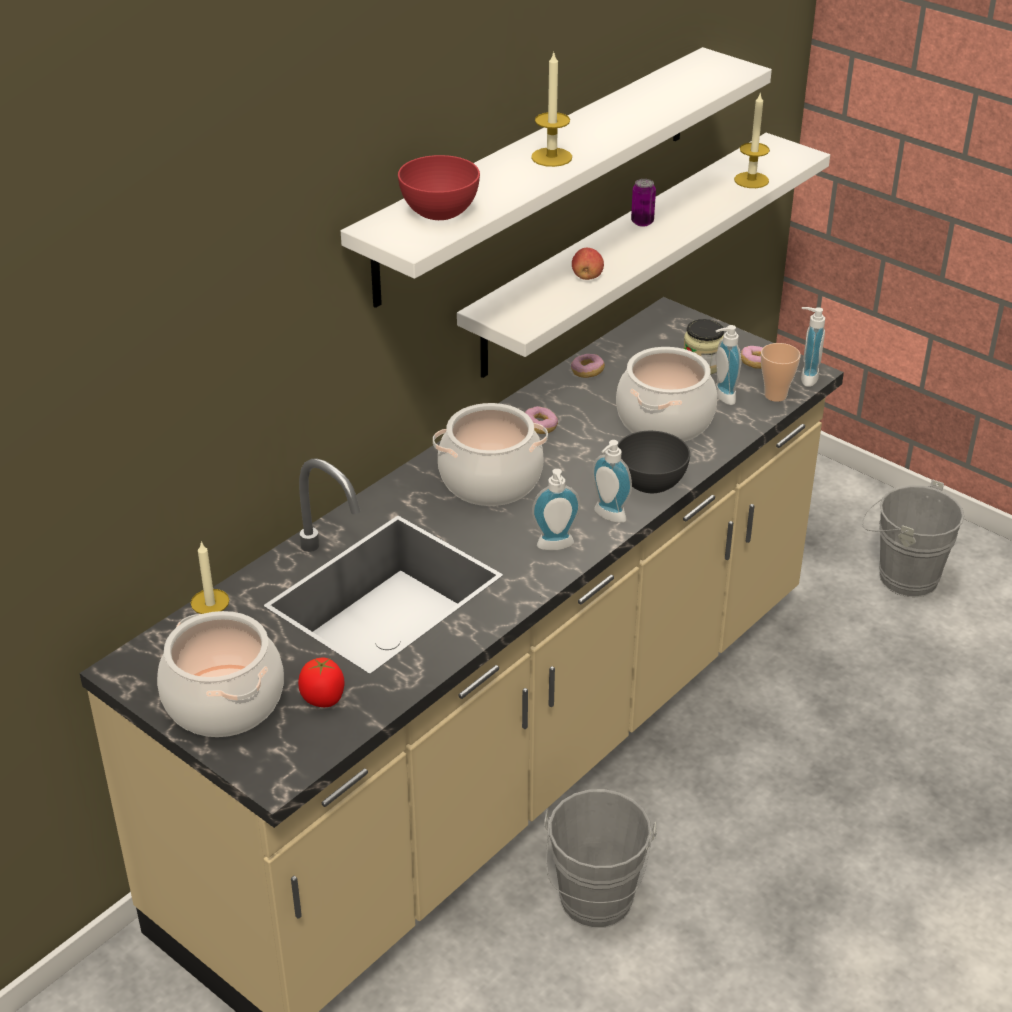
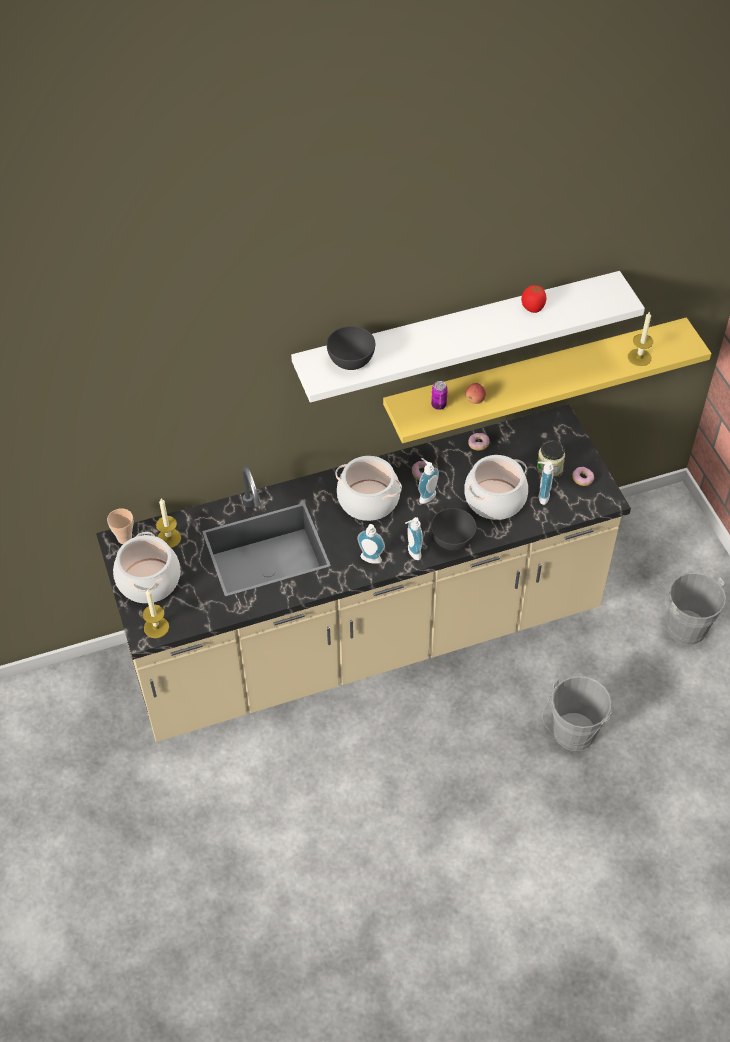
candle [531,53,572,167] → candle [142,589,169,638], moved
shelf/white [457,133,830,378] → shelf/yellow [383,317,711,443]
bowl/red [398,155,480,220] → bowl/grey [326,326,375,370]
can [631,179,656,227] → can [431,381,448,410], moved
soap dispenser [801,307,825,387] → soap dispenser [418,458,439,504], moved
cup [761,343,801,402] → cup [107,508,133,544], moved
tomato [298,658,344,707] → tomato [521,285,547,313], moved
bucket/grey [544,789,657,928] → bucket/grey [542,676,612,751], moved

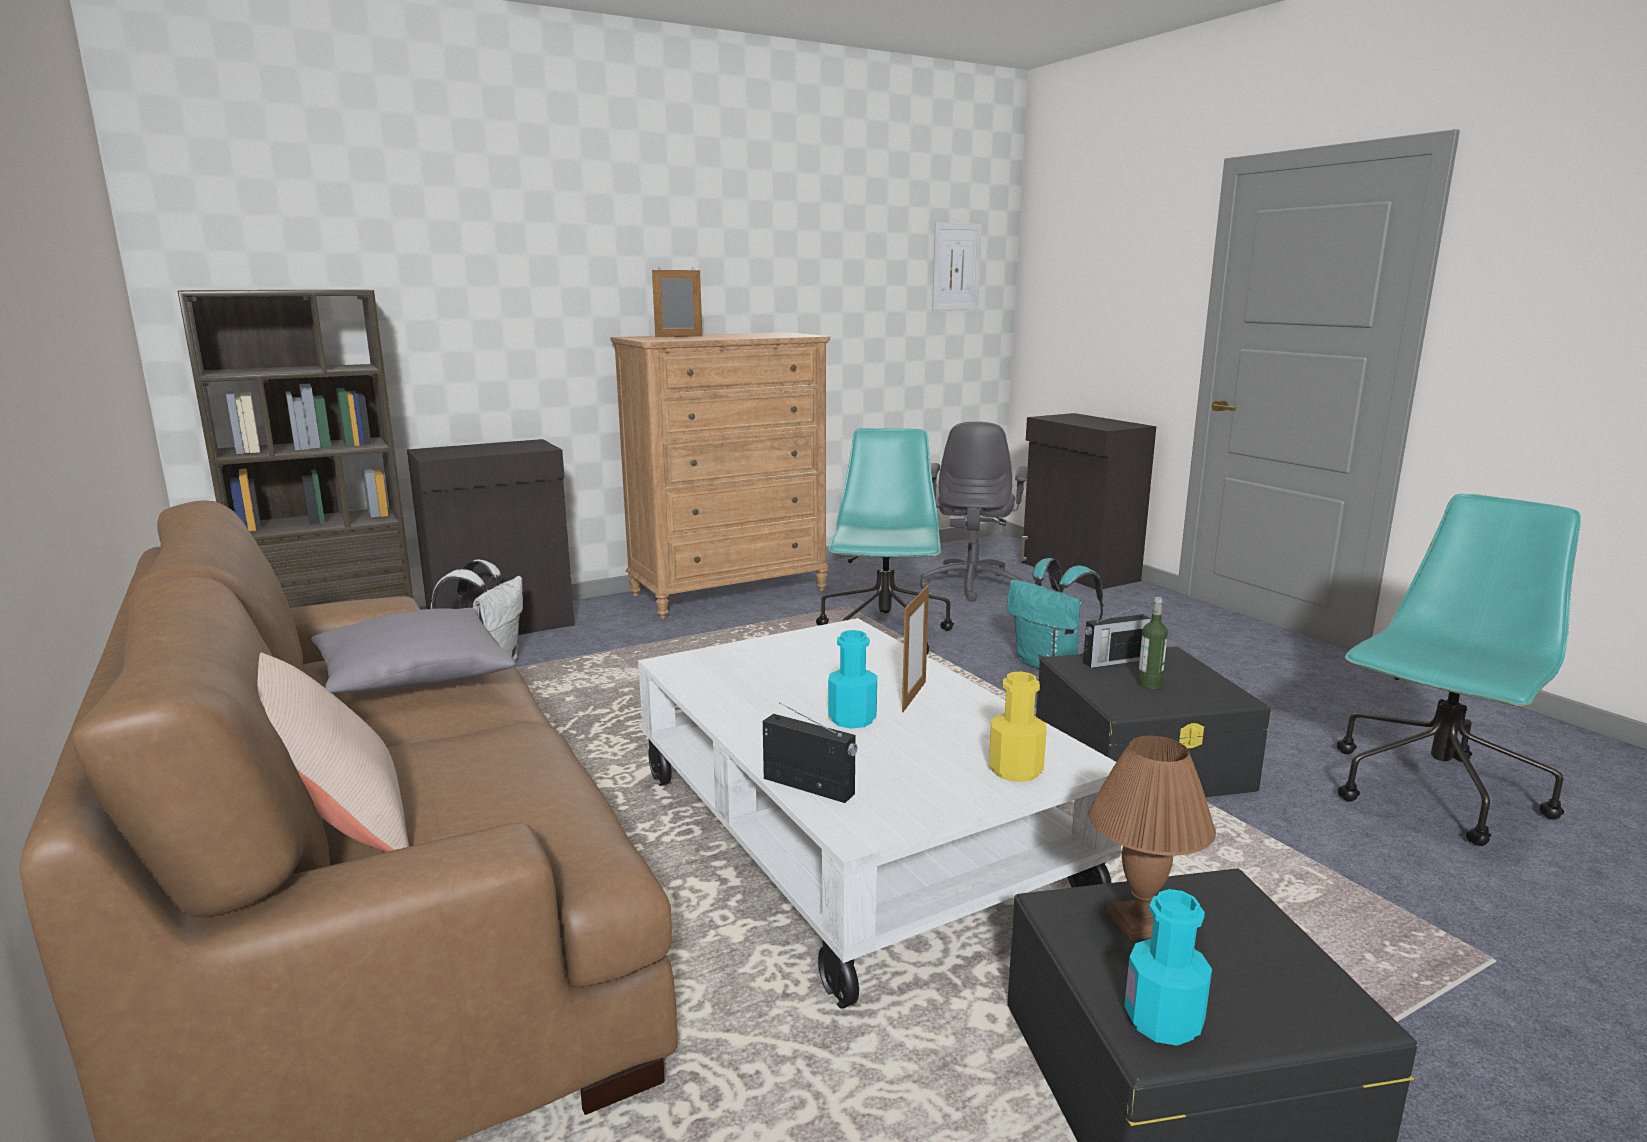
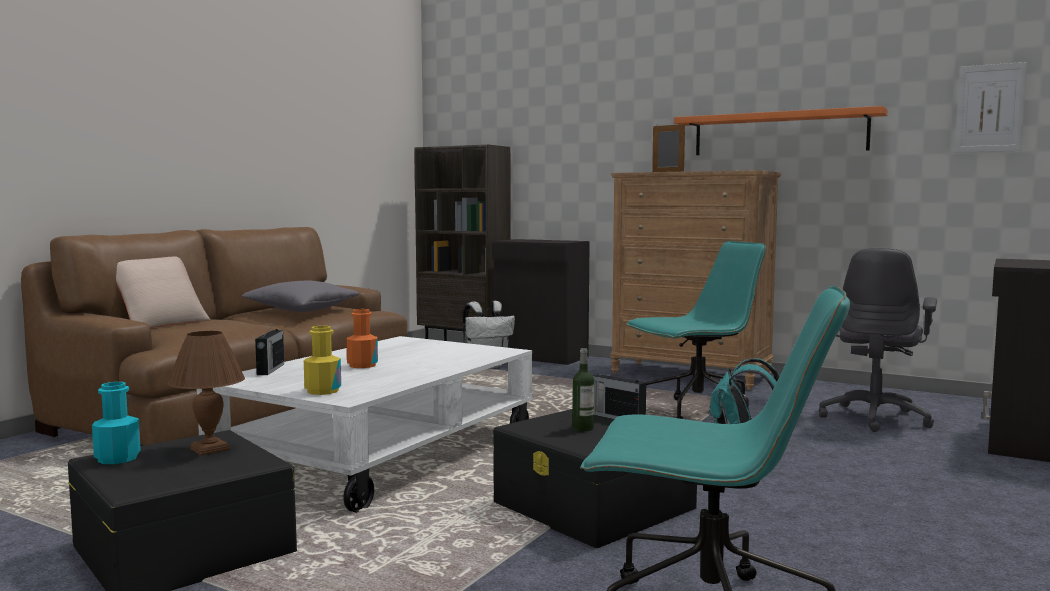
office chair/grey [920,421,1028,602] → office chair/grey [819,248,937,432], 45 degrees counterclockwise
picture frame [902,584,929,712] → -
bottle/turquoise [828,630,877,729] → bottle/orange [346,309,378,368]
- → shelf/orange [674,106,888,155]

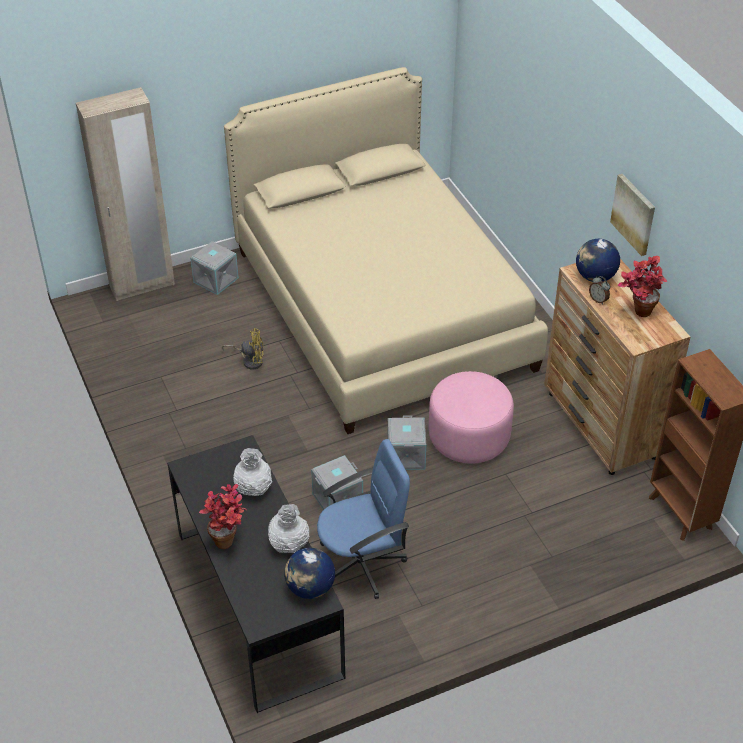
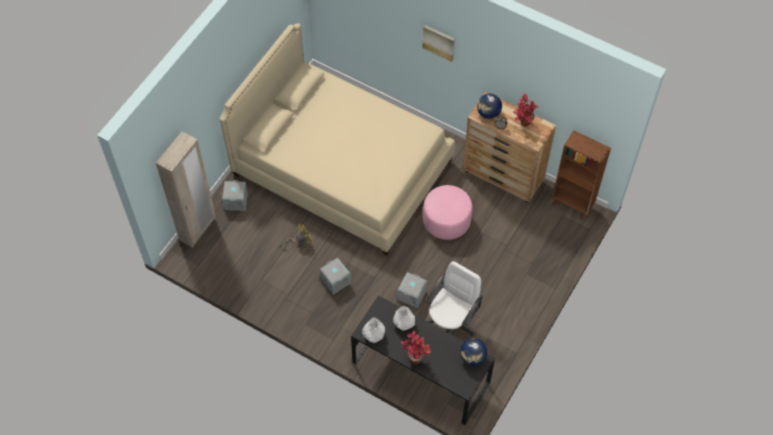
picture [610,174,655,256] → picture [422,25,455,62], moved
storage box/grey [387,415,426,470] → storage box/grey [320,258,351,295], moved
office chair/blue [317,439,410,599] → office chair/white [425,261,483,336]
vase/white [268,504,309,553] → vase/white [362,318,385,343], moved

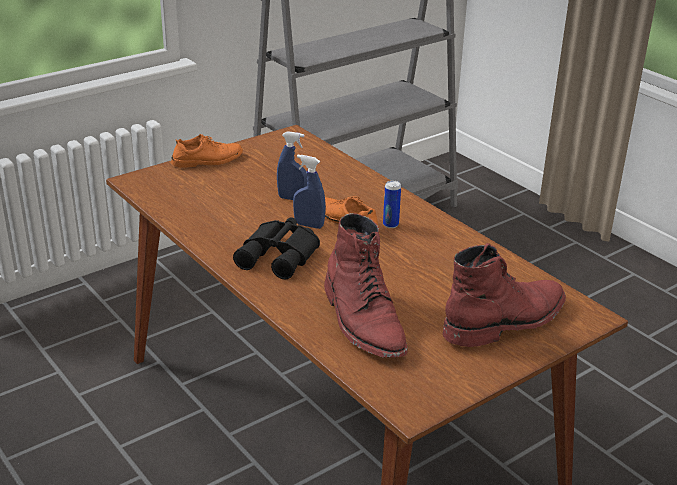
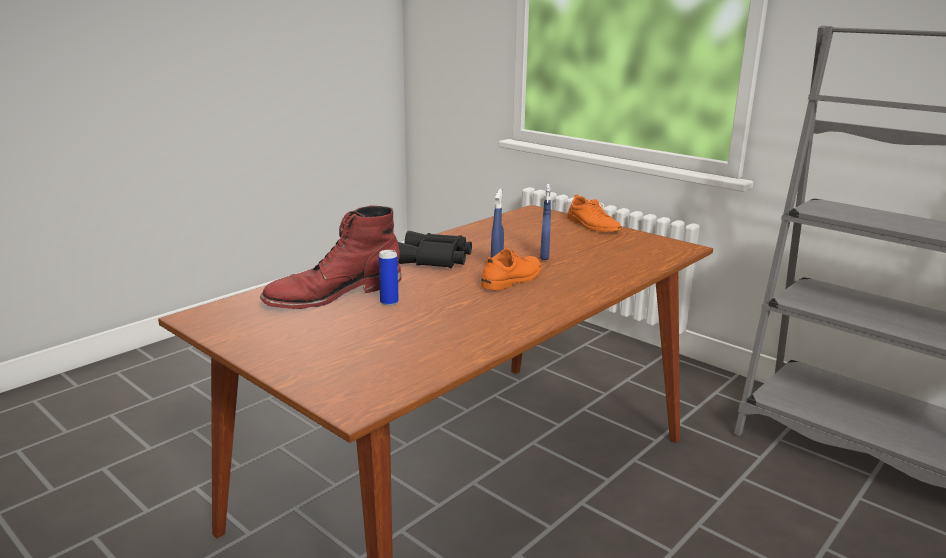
can [383,180,401,228] → can [379,250,399,306], moved
boot/red [442,243,566,347] → -

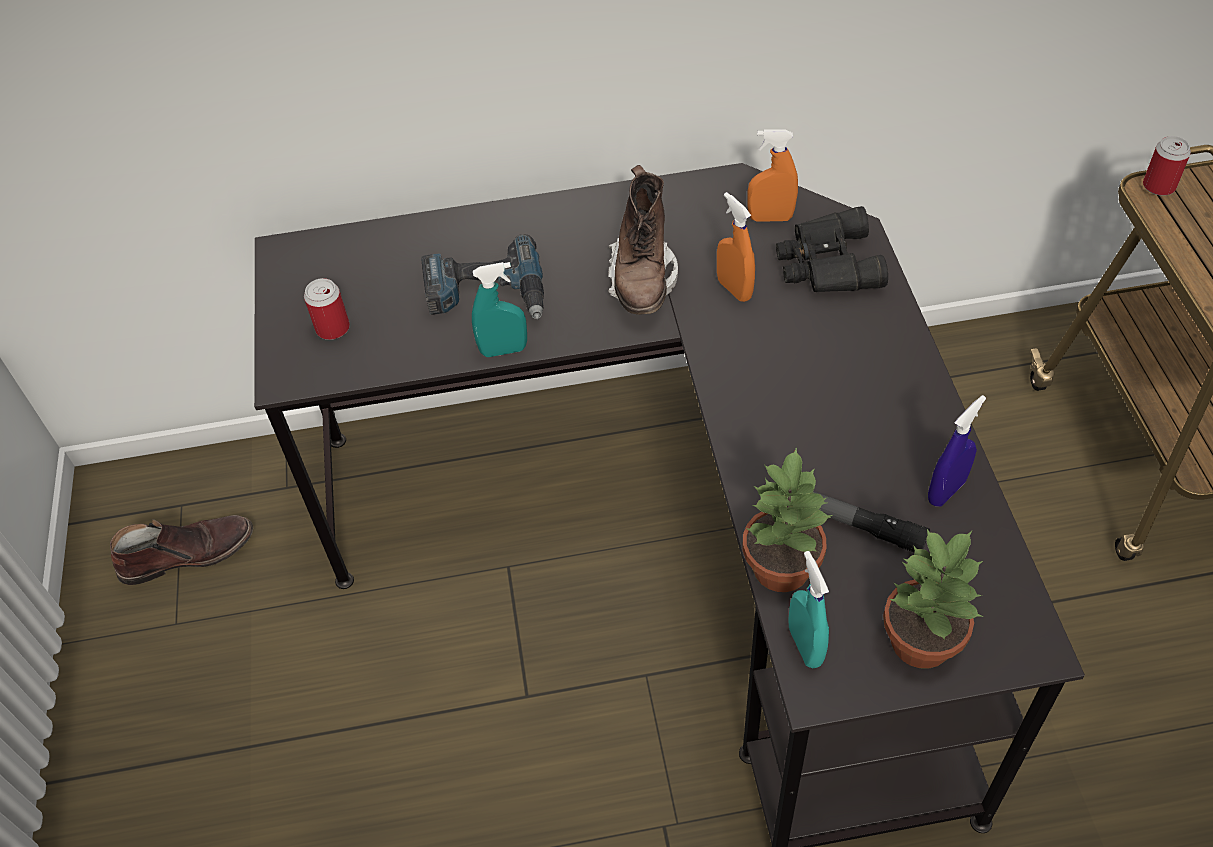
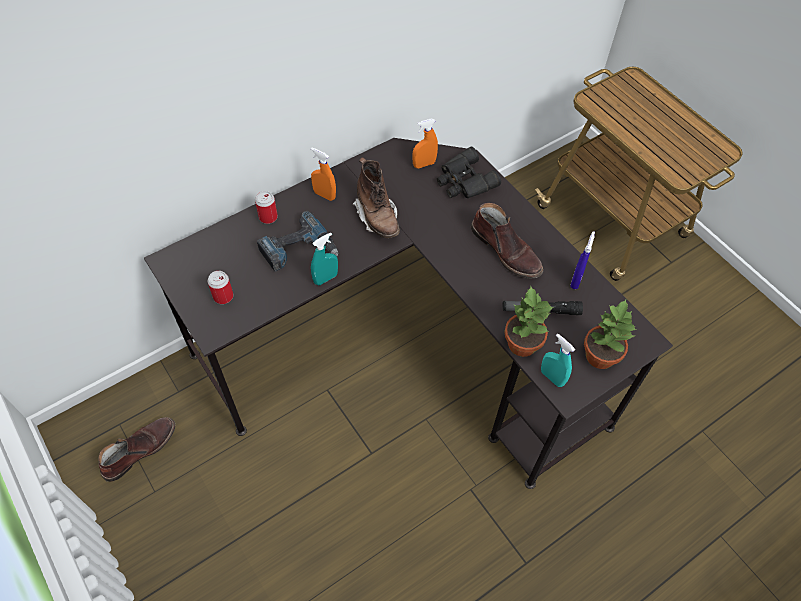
can [1143,136,1191,196] → can [255,191,278,224], moved
spray bottle/orange [717,192,755,302] → spray bottle/orange [311,148,336,201], moved
- → boot/brown [471,203,543,279]

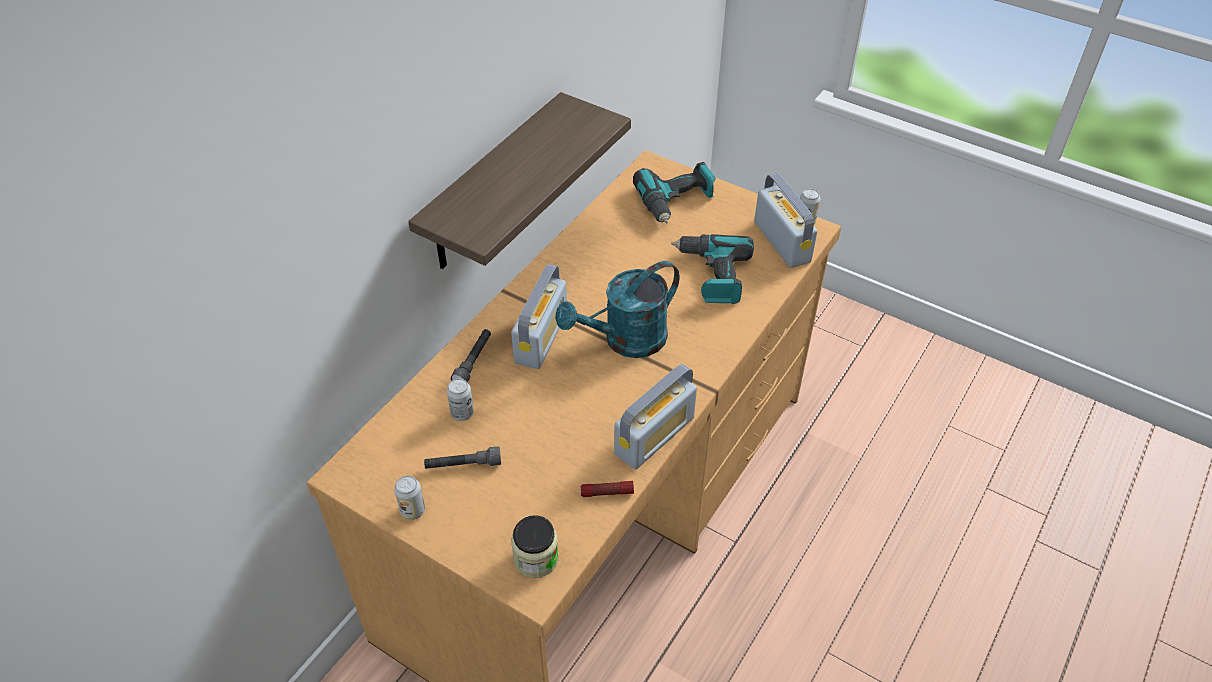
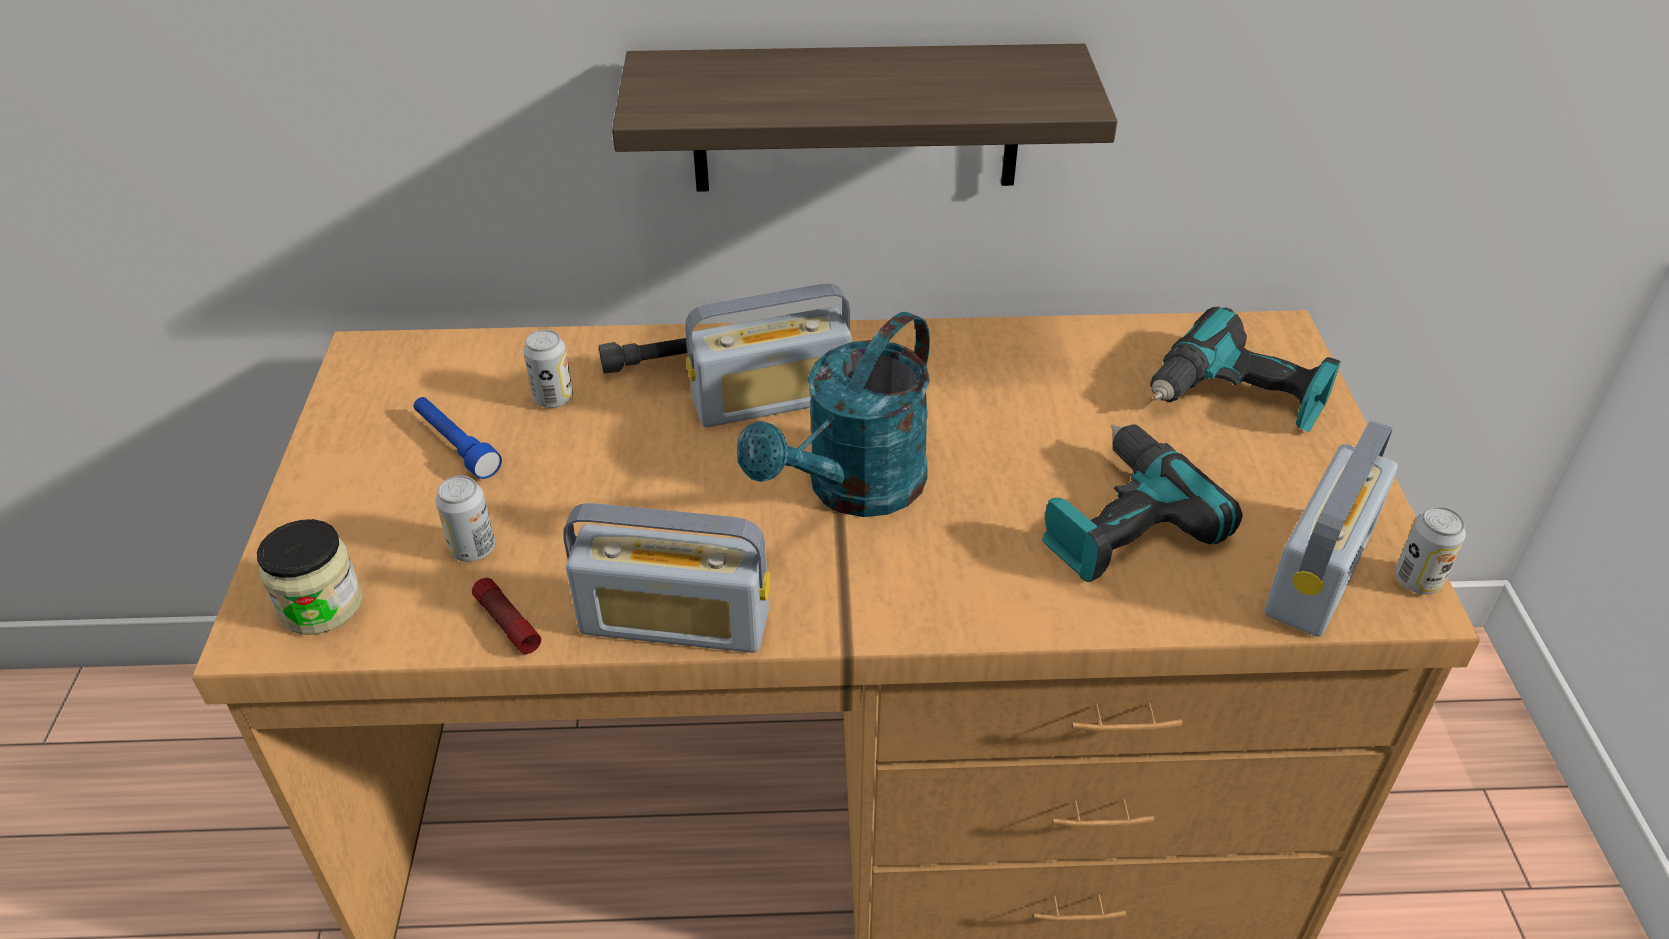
watering can/turquoise [555,261,679,358] → watering can/turquoise [737,312,930,517], 75 degrees counterclockwise
flashlight/grey [424,447,501,469] → flashlight/blue [414,397,502,479]
can [394,476,425,520] → can [436,475,495,562], moved

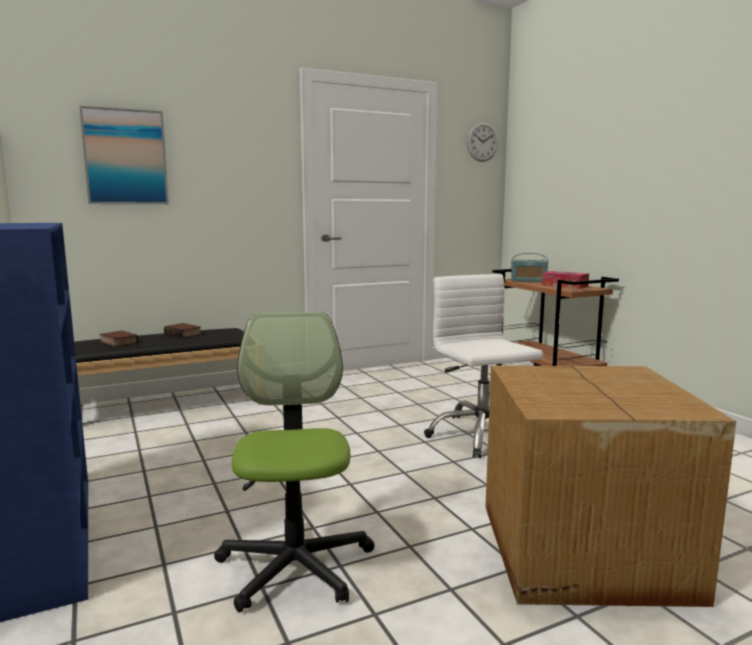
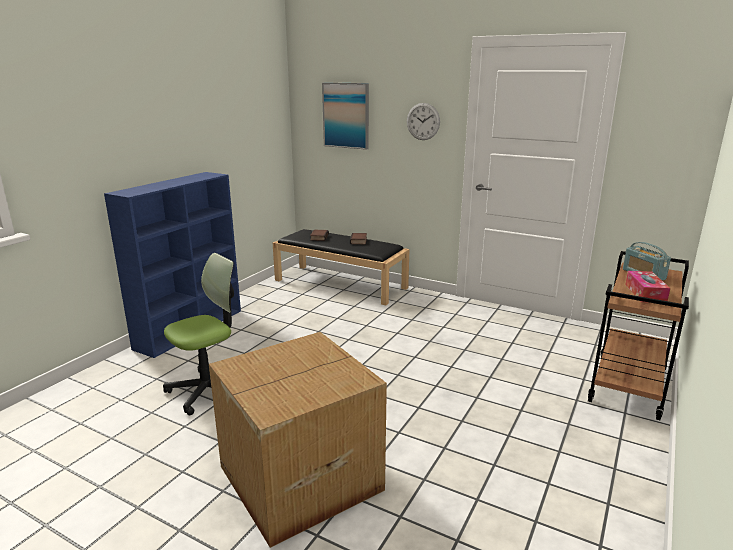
wall clock [467,122,498,162] → wall clock [407,103,440,140], moved
office chair/white [424,274,543,458] → -

